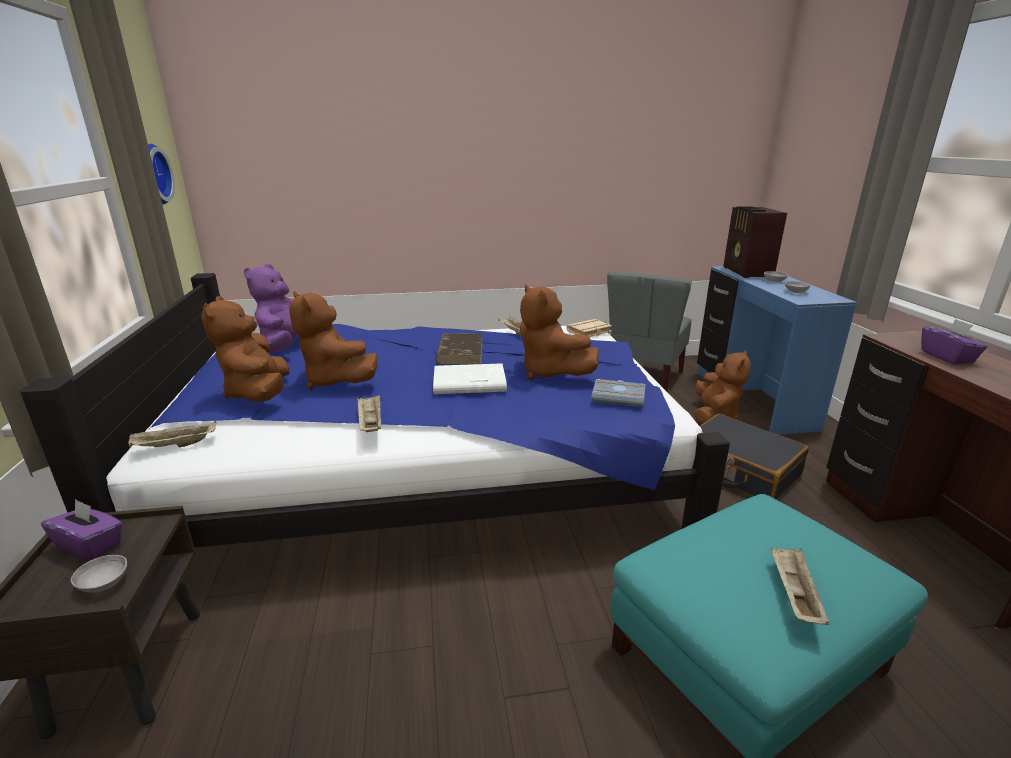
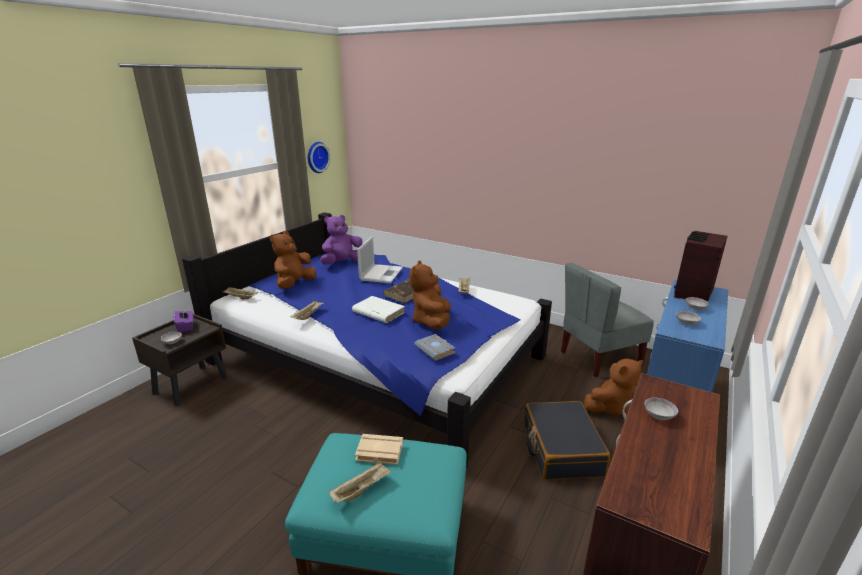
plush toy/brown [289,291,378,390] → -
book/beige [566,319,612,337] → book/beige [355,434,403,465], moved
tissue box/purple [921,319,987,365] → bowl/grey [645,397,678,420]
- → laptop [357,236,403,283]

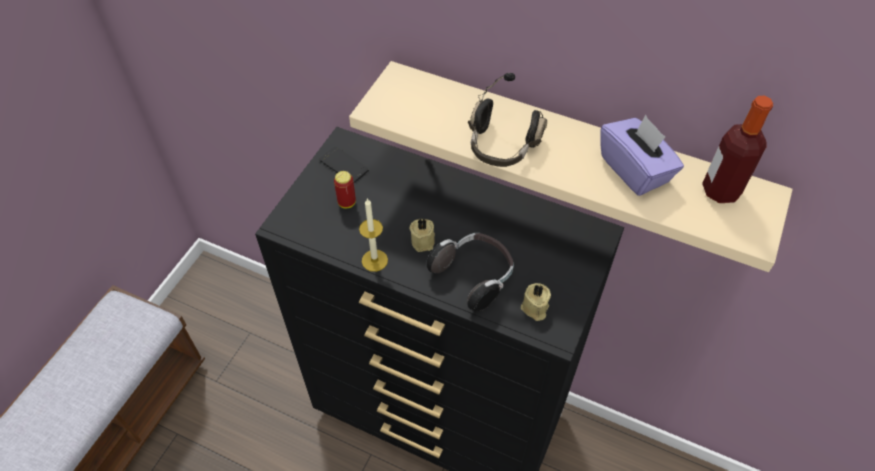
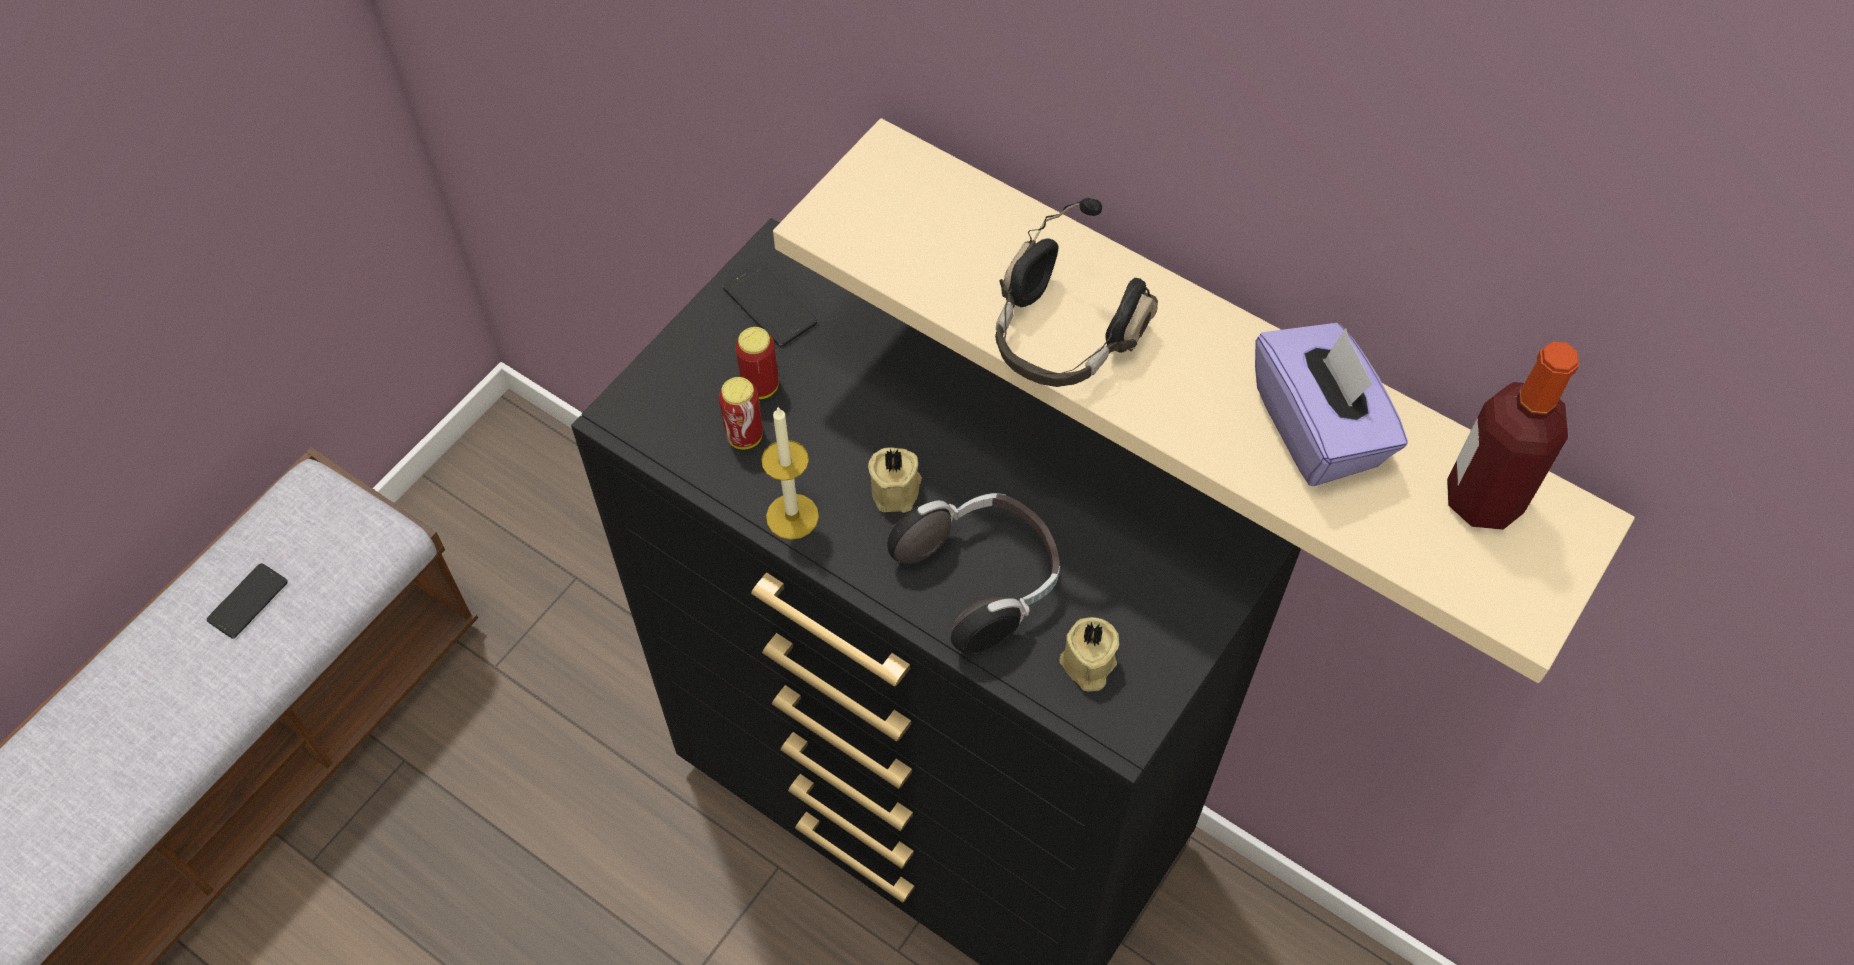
- → can [719,377,763,450]
- → phone [207,563,288,639]

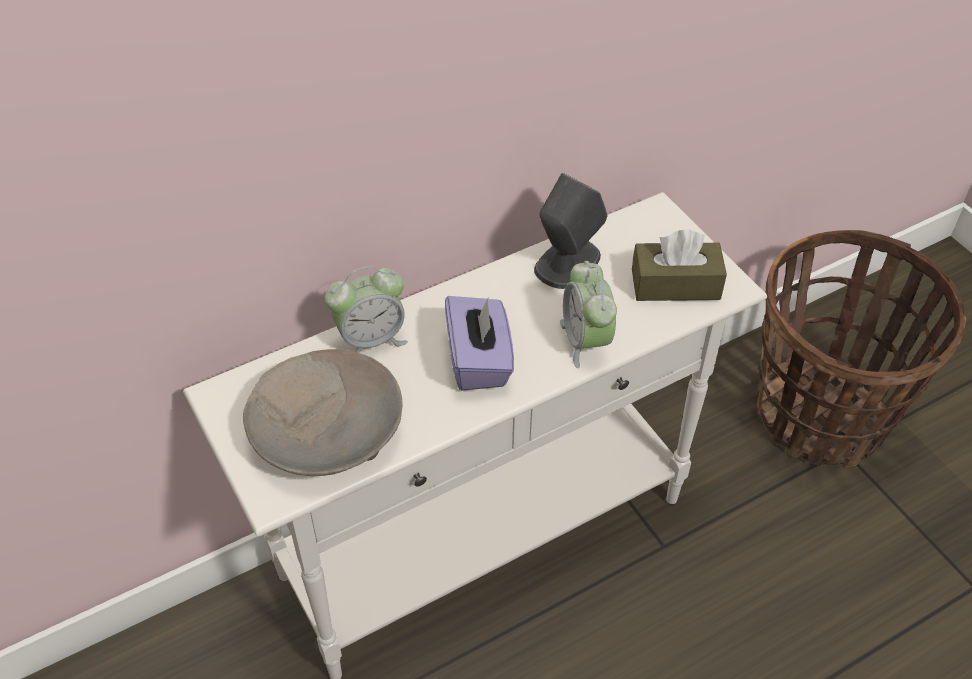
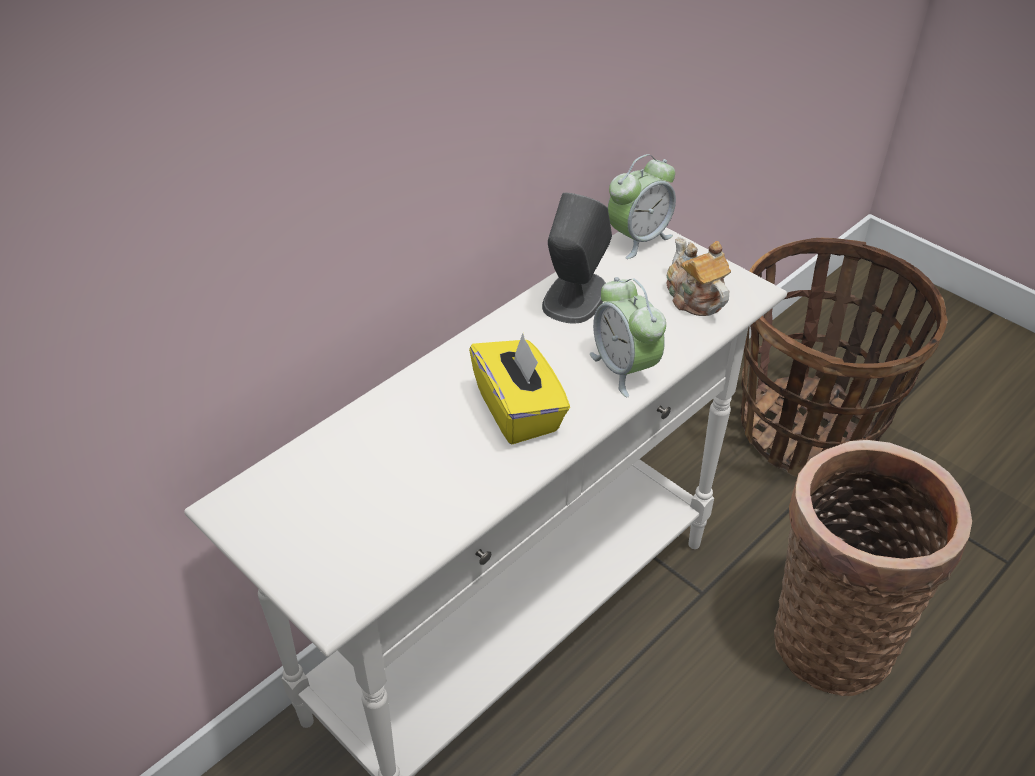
tissue box/brown [632,229,727,301] → teapot [666,237,731,316]
alarm clock [325,266,408,353] → alarm clock [608,154,676,259], moved
tissue box/purple [445,296,514,391] → tissue box/yellow [469,333,570,444]
bowl/beige [243,349,402,476] → -
- → basket [774,440,972,696]

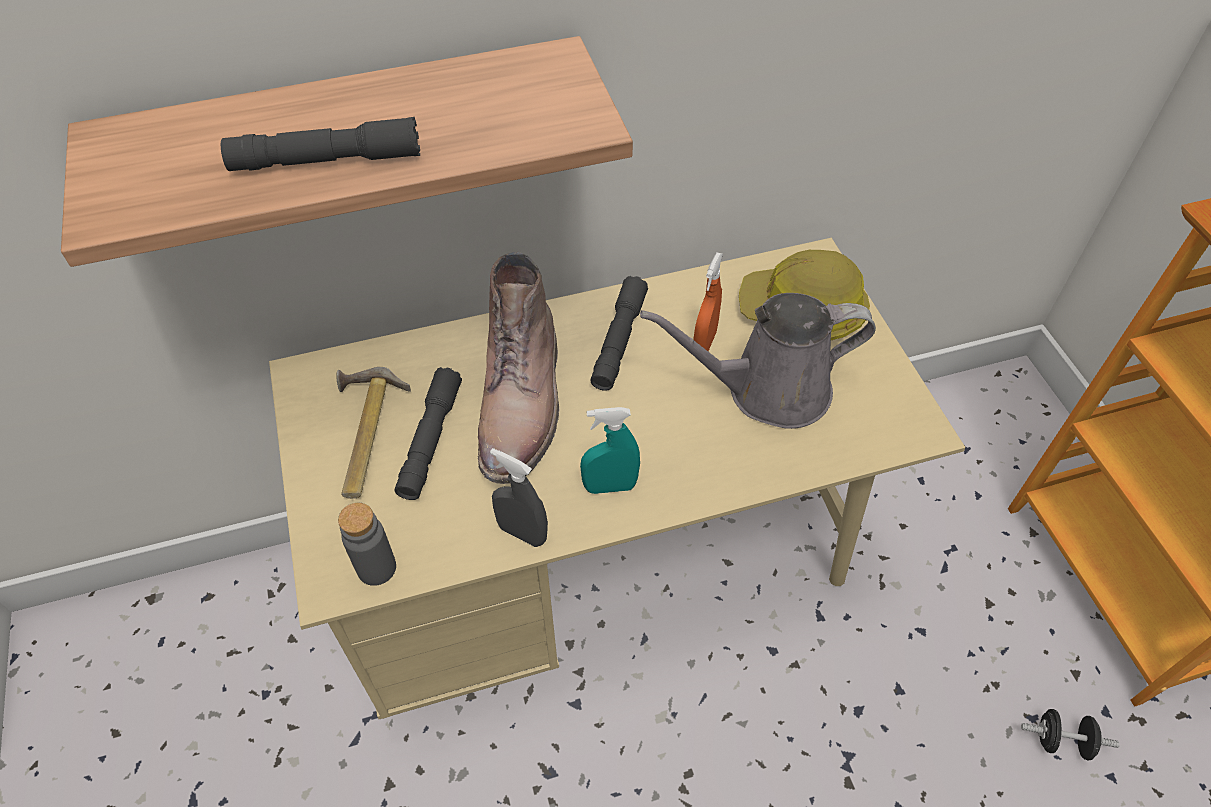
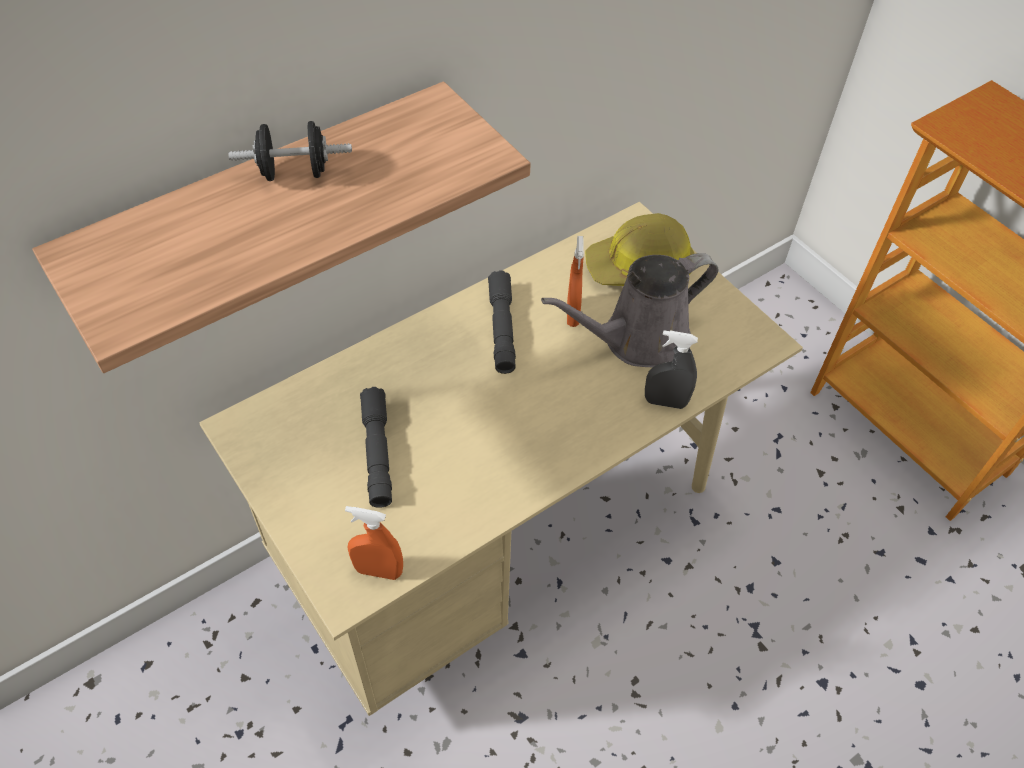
flashlight/grey [221,117,420,171] → -
boot/brown [478,252,560,484] → -
hammer [337,367,411,499] → -
spray bottle/turquoise [580,407,640,494] → -
spray bottle/grey [490,448,548,547] → spray bottle/grey [645,330,698,409], moved
bottle/grey [338,503,396,586] → spray bottle/orange [345,506,403,580]
dumbbell/black [1021,709,1120,760] → dumbbell/black [228,121,352,181], moved

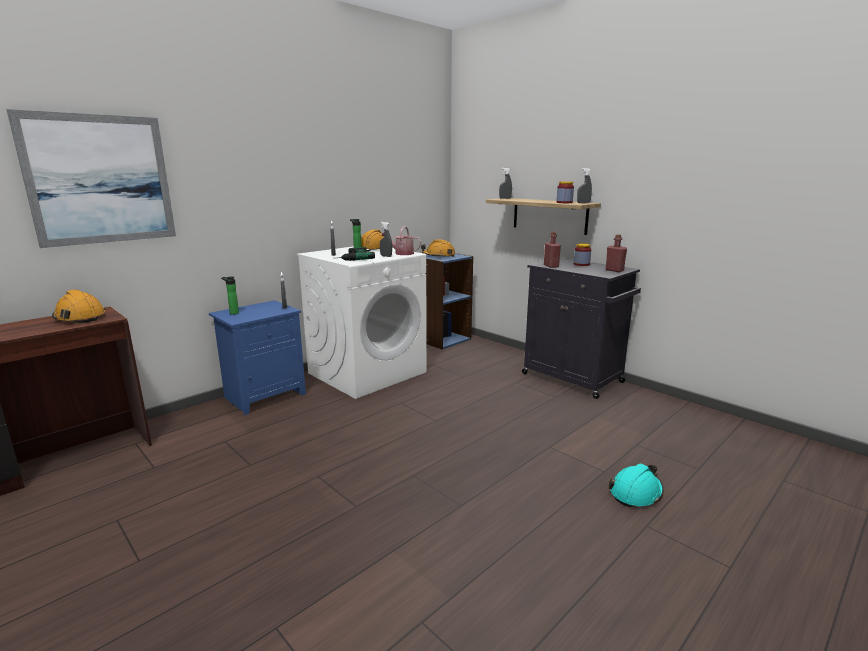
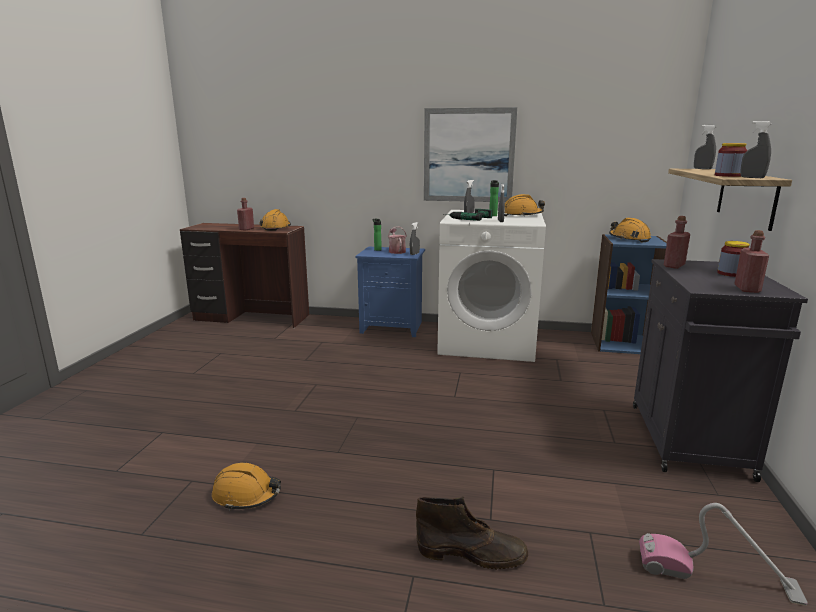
picture [7,109,176,248] → picture [424,107,517,202], moved
watering can [381,226,421,255] → watering can [388,227,407,254], moved
hard hat/turquoise [609,463,664,507] → boot/brown [416,497,528,570]
- → bottle/red [237,198,254,230]
- → hard hat/orange [212,463,281,511]
- → vacuum cleaner [639,503,808,606]

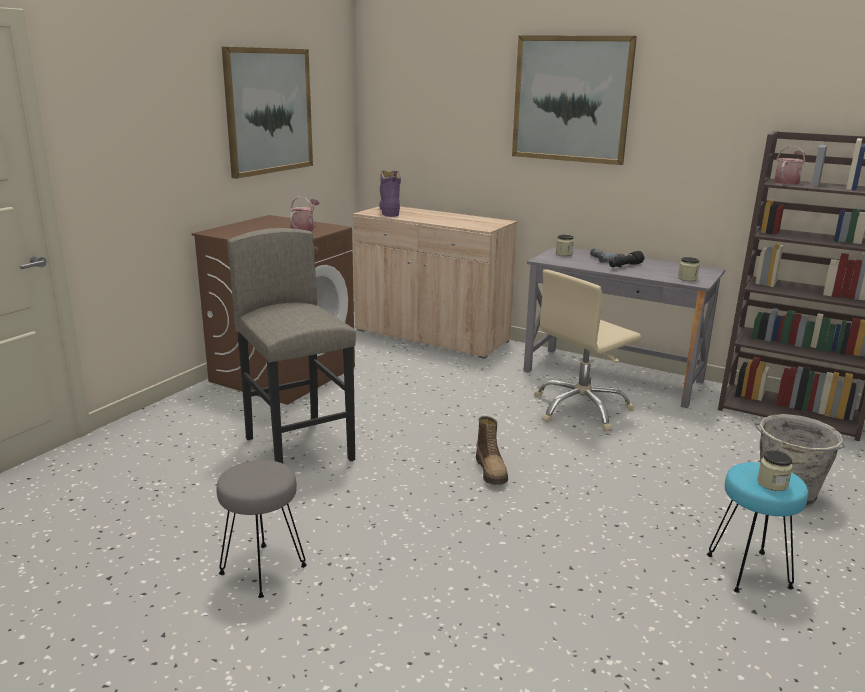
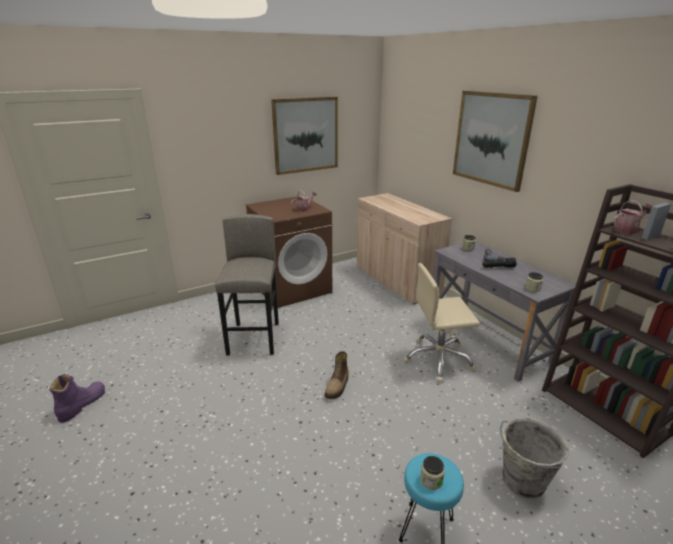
boot/purple [379,171,401,217] → boot/purple [49,374,105,423], moved
stool/grey [217,460,307,598] → -

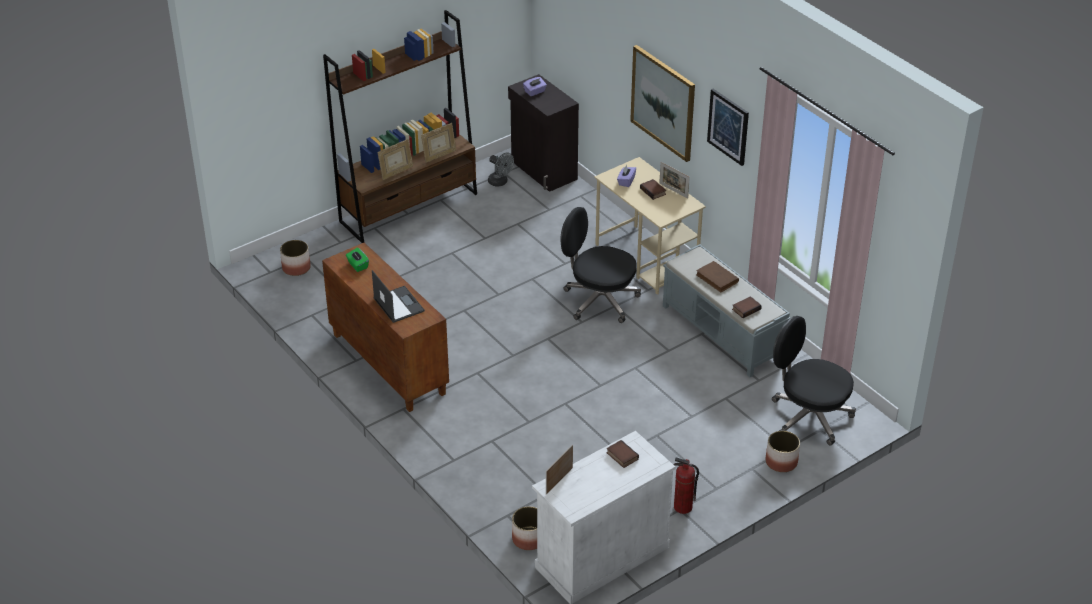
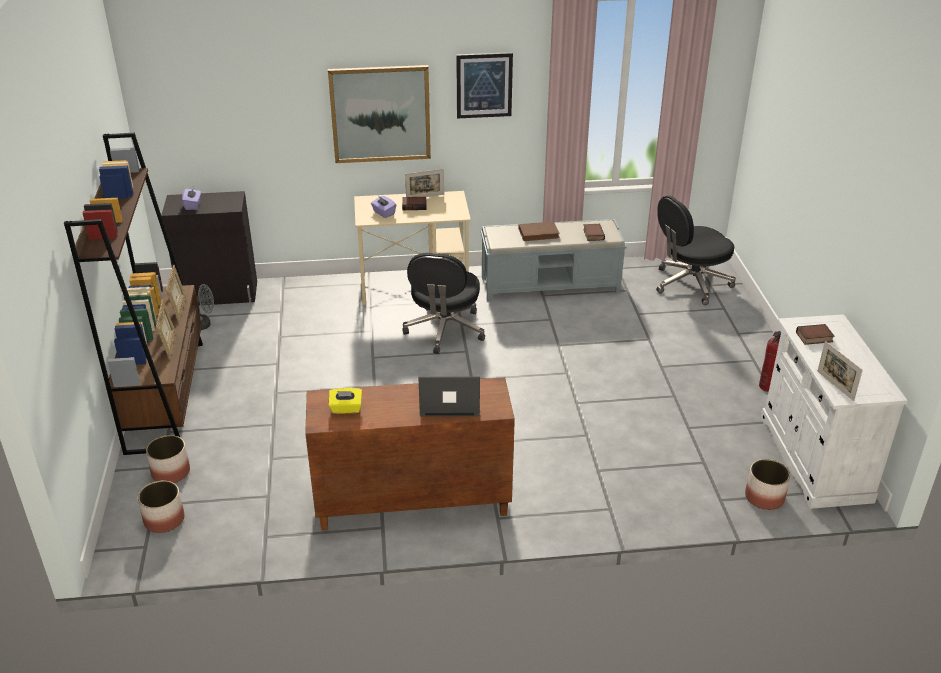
office chair/black [560,207,641,323] → office chair/black [402,253,485,354], 45 degrees counterclockwise
tissue box/green [346,248,369,272] → tissue box/yellow [329,387,362,414]
planter [766,431,800,472] → planter [146,435,190,483], moved

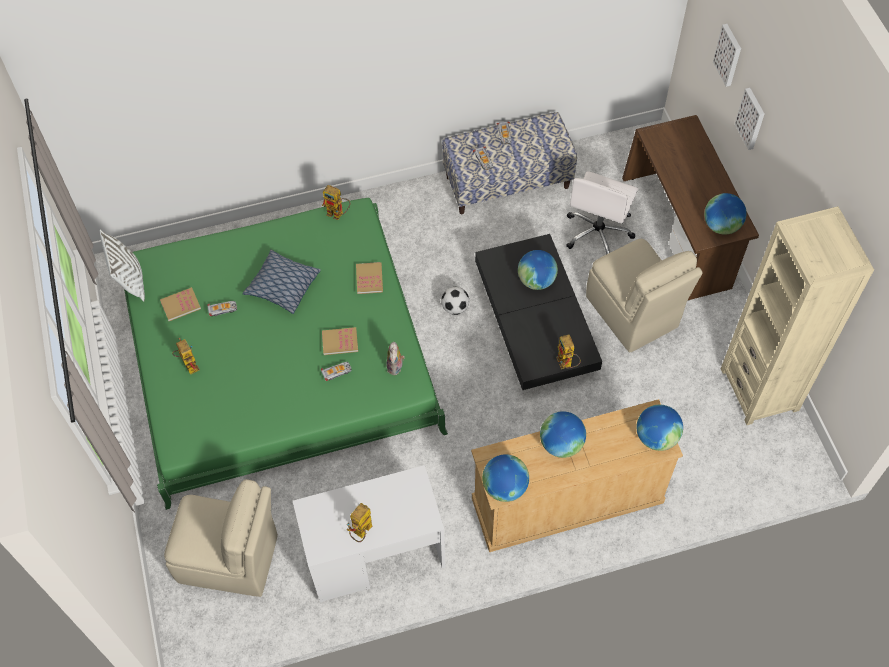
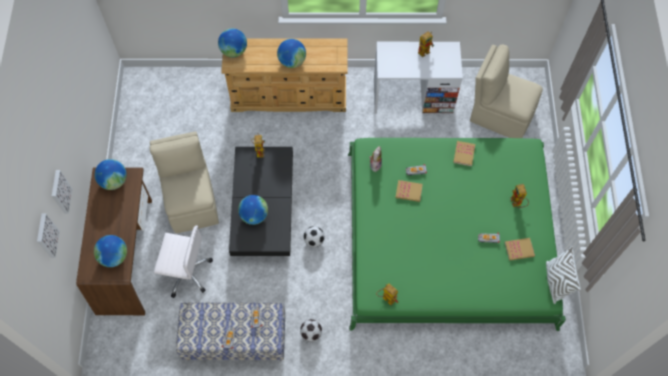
office chair/white [566,171,638,255] → office chair/white [154,225,213,298], 60 degrees clockwise
bookcase/beige [721,206,874,425] → -
pillow [242,250,321,314] → -
book [356,262,383,294] → book [453,141,475,166], moved
globe [482,454,529,502] → globe [94,235,127,267], moved
- → football [300,319,322,342]

